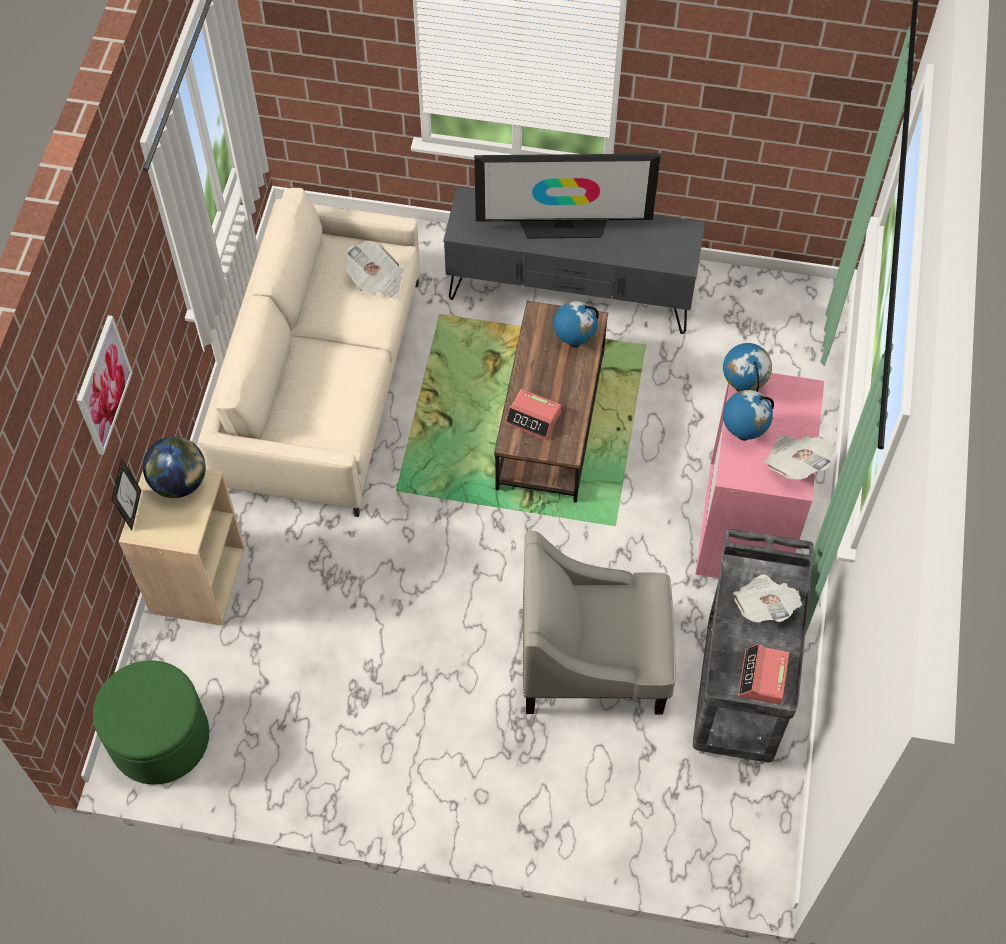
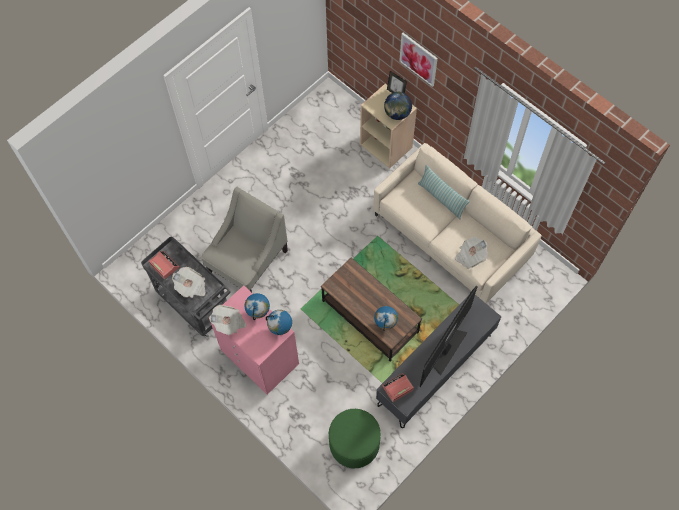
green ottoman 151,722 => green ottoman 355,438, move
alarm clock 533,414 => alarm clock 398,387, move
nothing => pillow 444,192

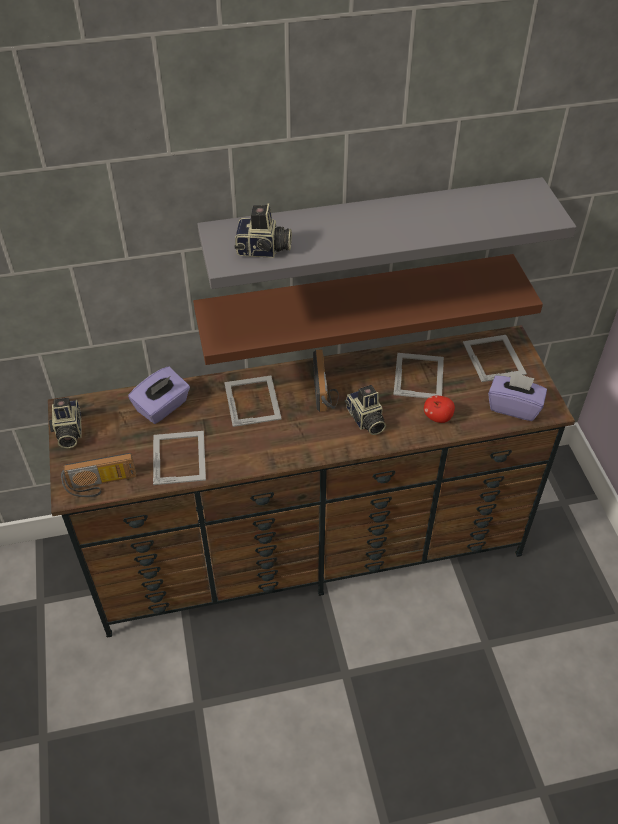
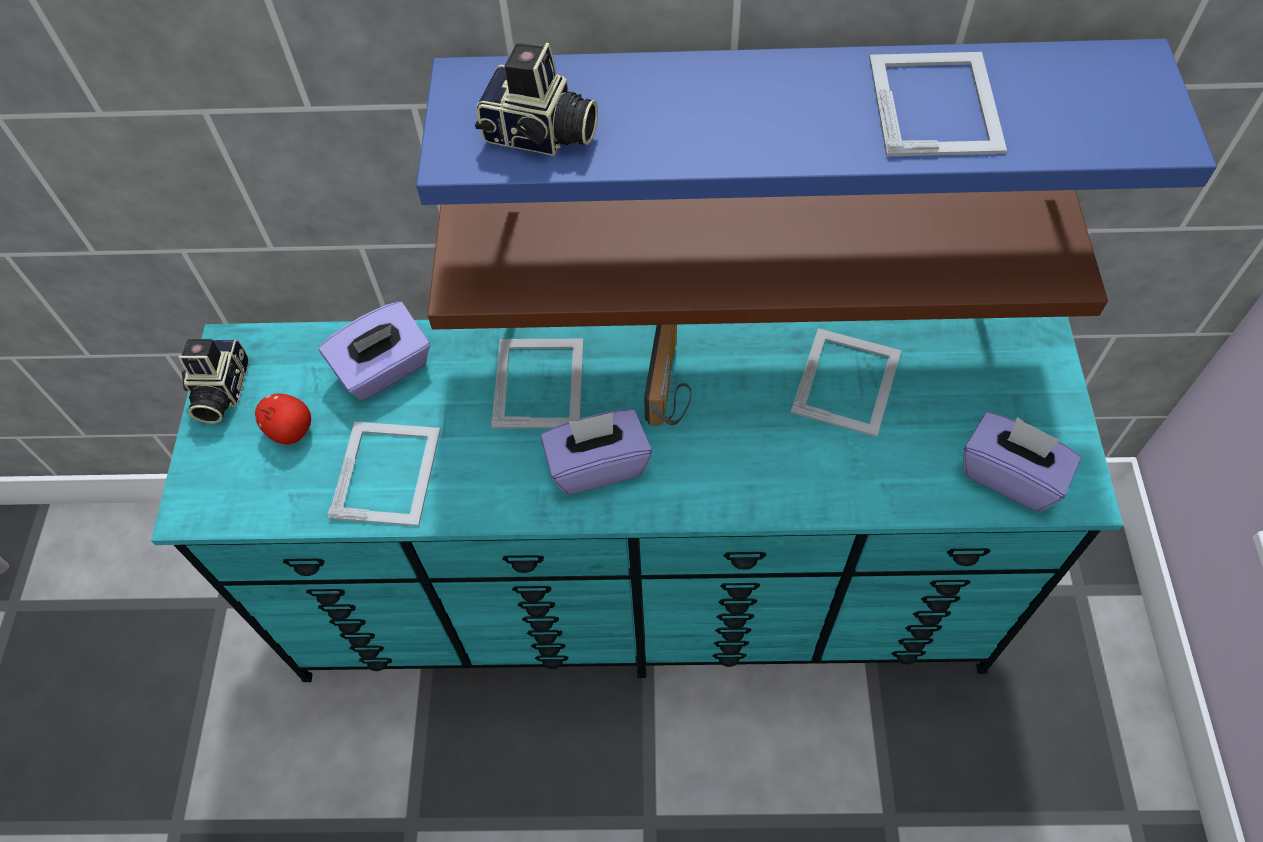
brown dresser 311,481 => turquoise dresser 637,499
radio 99,475 => nothing
grey shelf 387,233 => blue shelf 816,122
photo camera 365,410 => nothing
apple 439,409 => apple 283,419, move
picture frame 495,358 => picture frame 938,104, move
nothing => purple tissue box 596,452

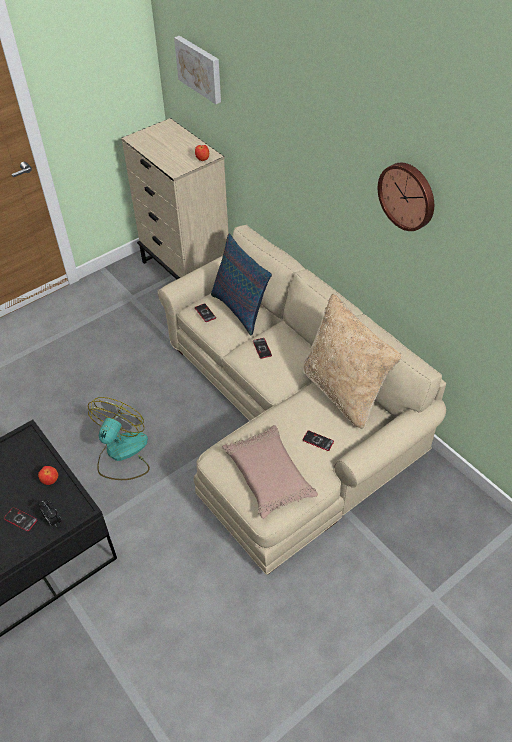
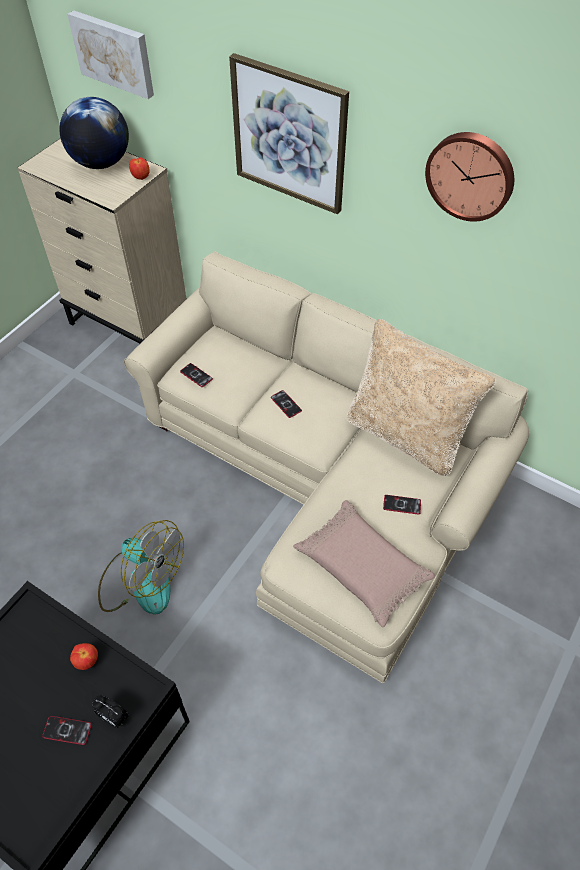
fan 119,438 => fan 141,567, 120 degrees clockwise
blue pillow 241,285 => nothing
nothing => globe 94,133
nothing => picture 289,133

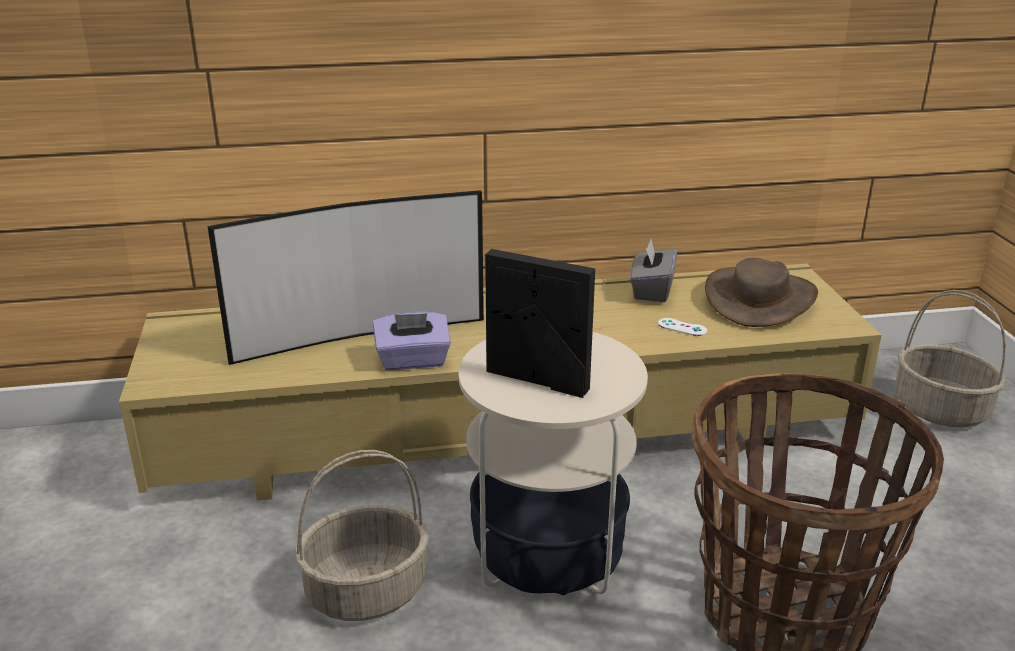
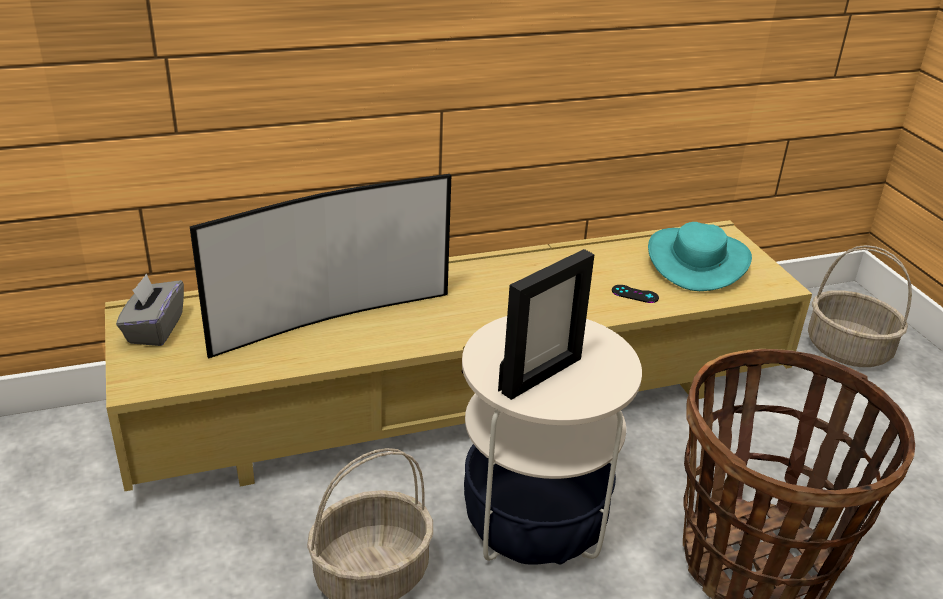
purple tissue box 412,341 => nothing
picture frame 540,323 => picture frame 546,324, 120 degrees clockwise
grey tissue box 653,270 => grey tissue box 150,310, move
white game controller 682,327 => black game controller 635,294
brown hat 761,292 => turquoise hat 700,256

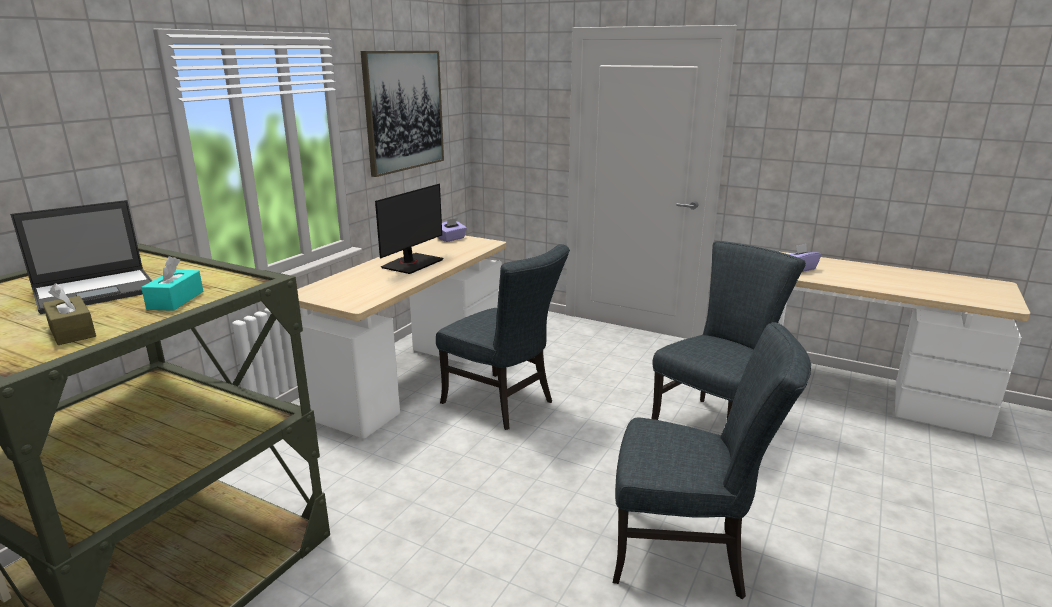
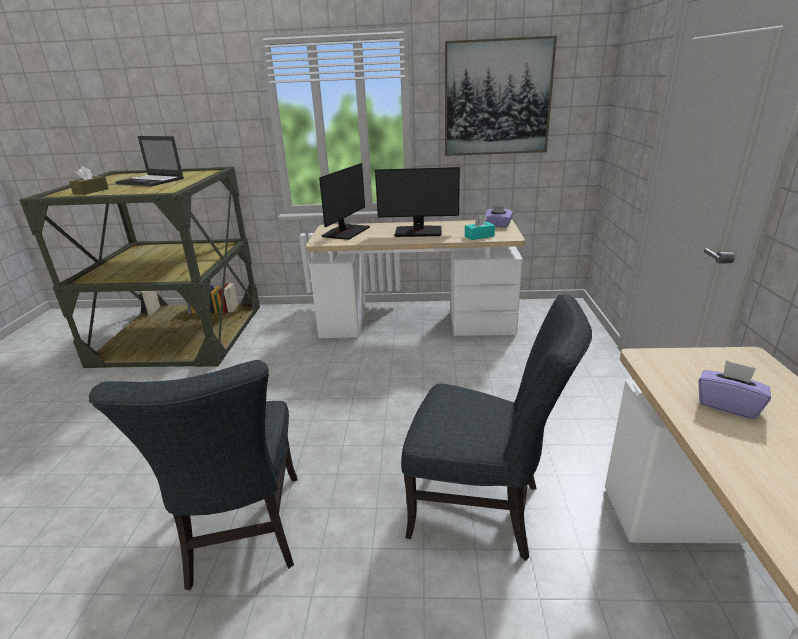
turquoise tissue box 172,283 => turquoise tissue box 480,227, move
grey chair 503,337 => nothing
nothing => monitor 344,201

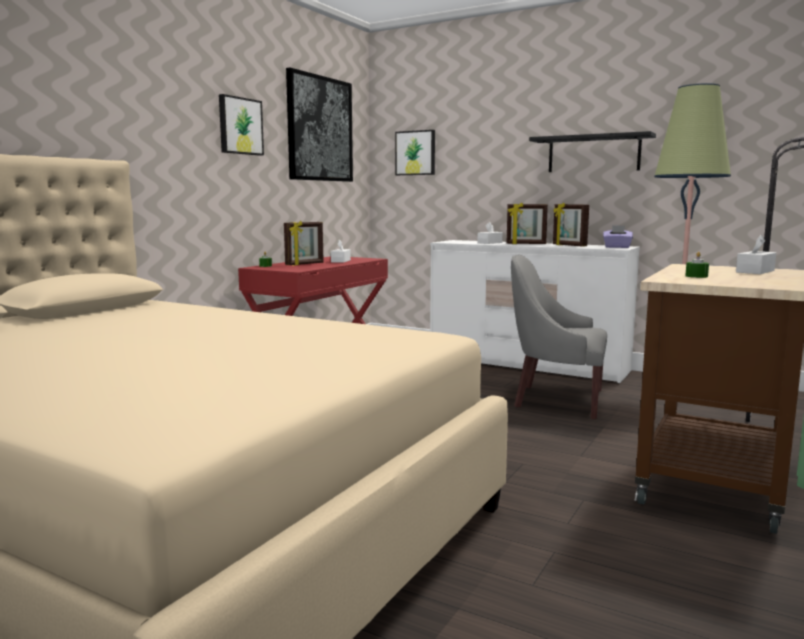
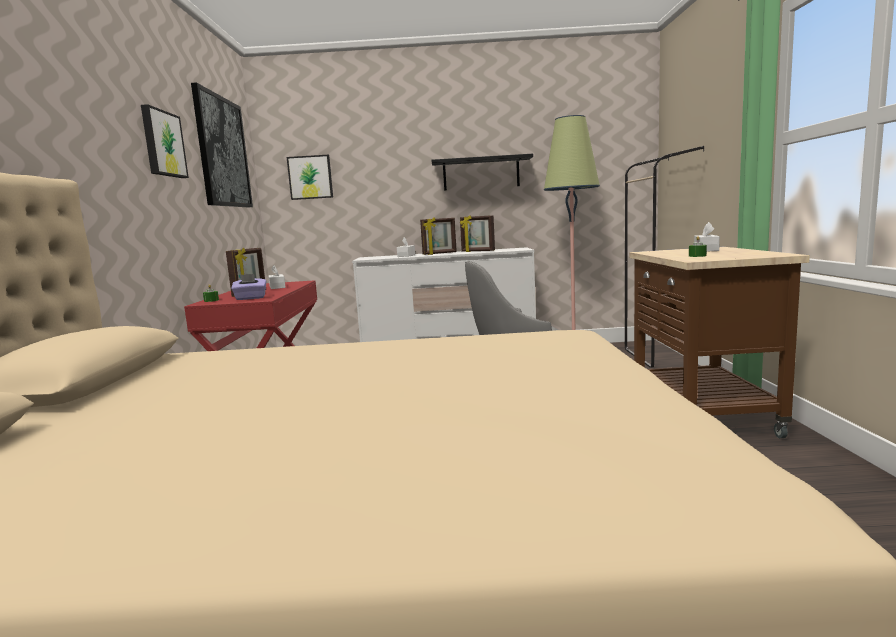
purple tissue box 618,236 => purple tissue box 248,287, move

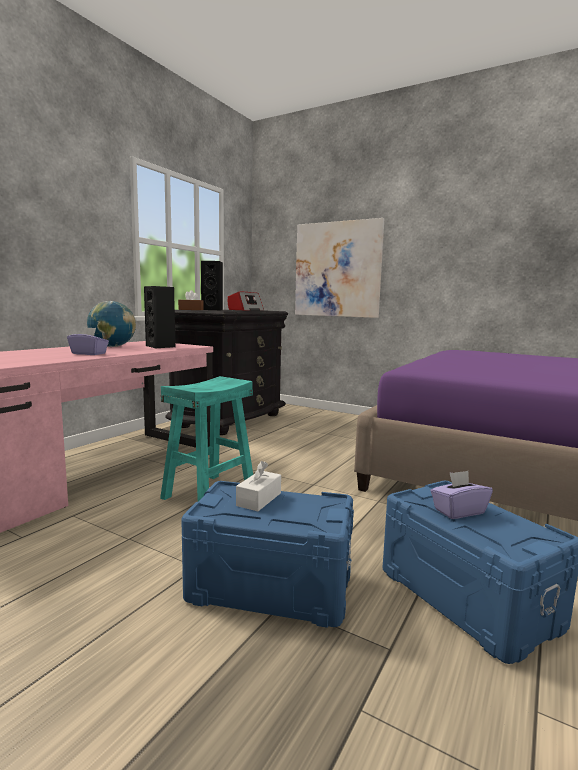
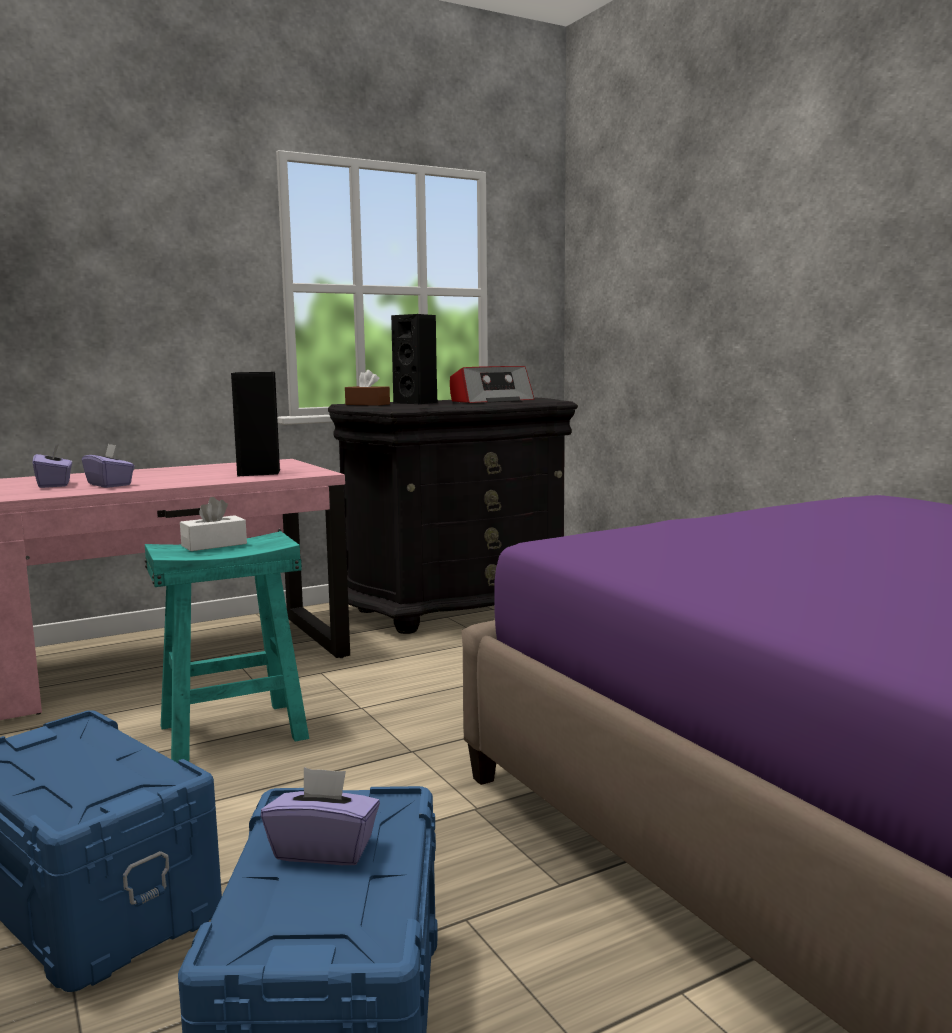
globe 111,324 => nothing
white tissue box 258,486 => white tissue box 213,524, move
picture 339,268 => nothing
nothing => purple tissue box 52,466

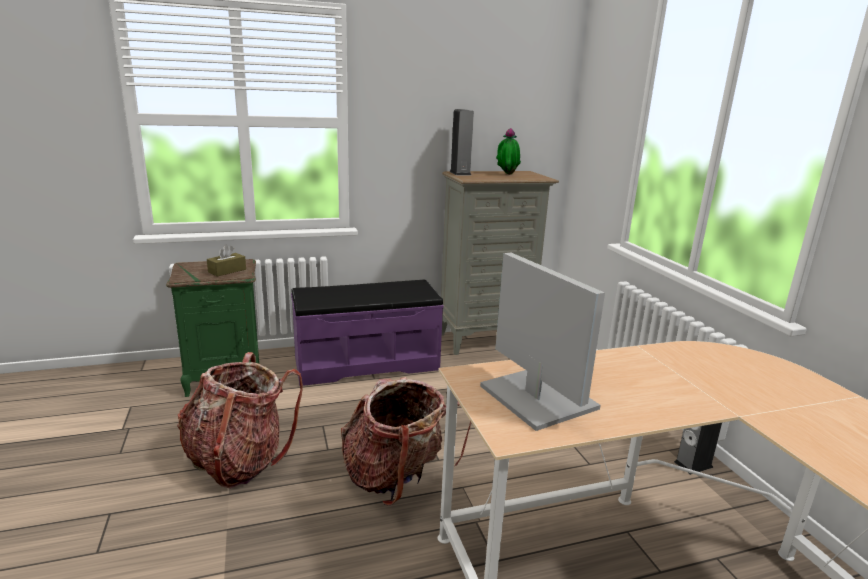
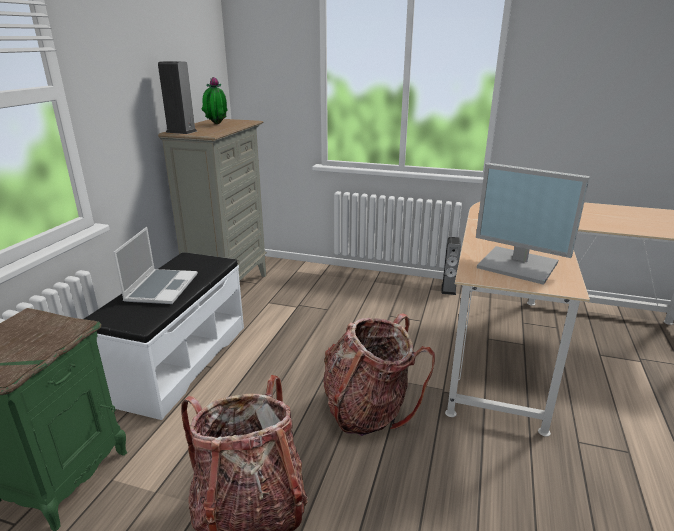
brown tissue box 226,260 => nothing
purple bench 367,333 => white bench 164,336
monitor 542,342 => monitor 533,224, 150 degrees counterclockwise
nothing => laptop 155,265

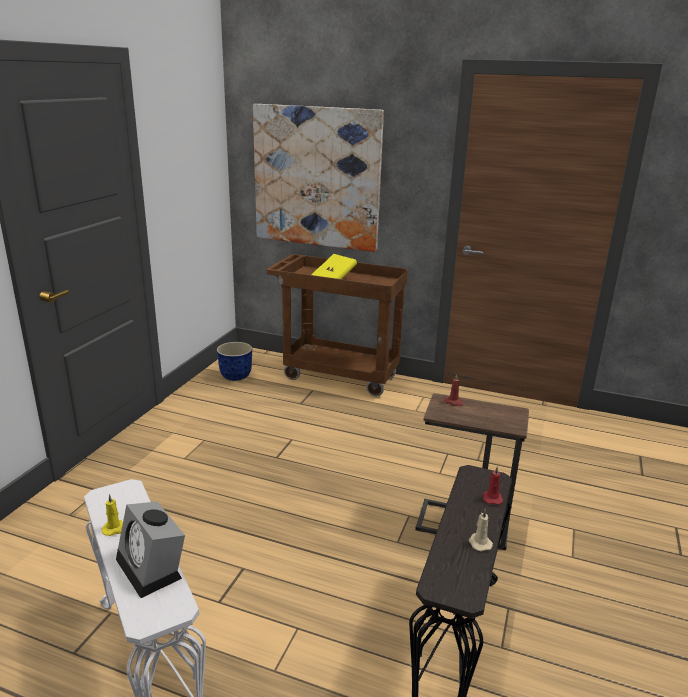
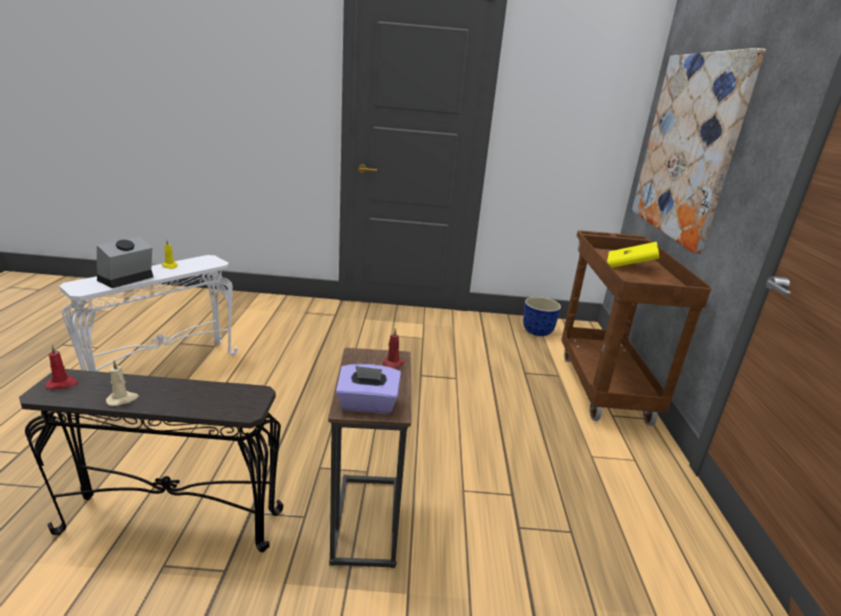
red candle 493,485 => red candle 62,367, move
nothing => purple tissue box 368,389

